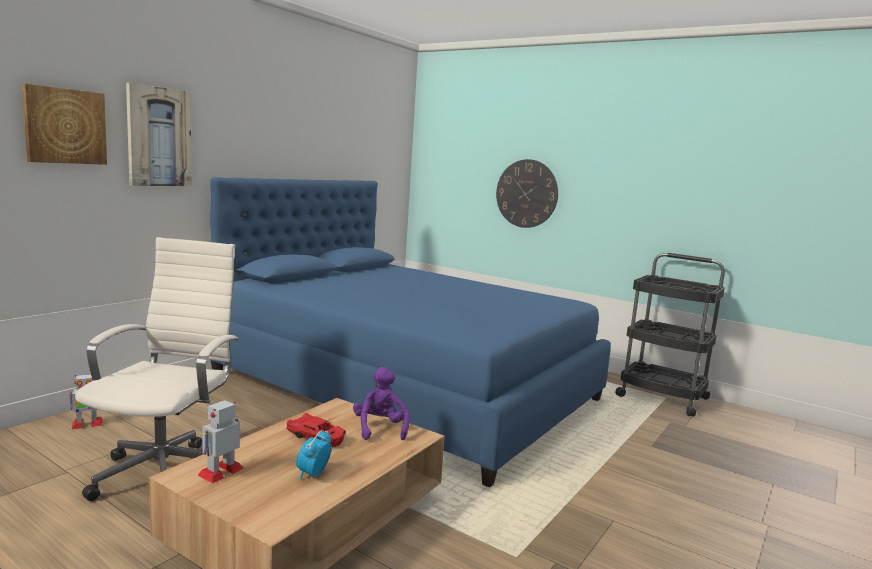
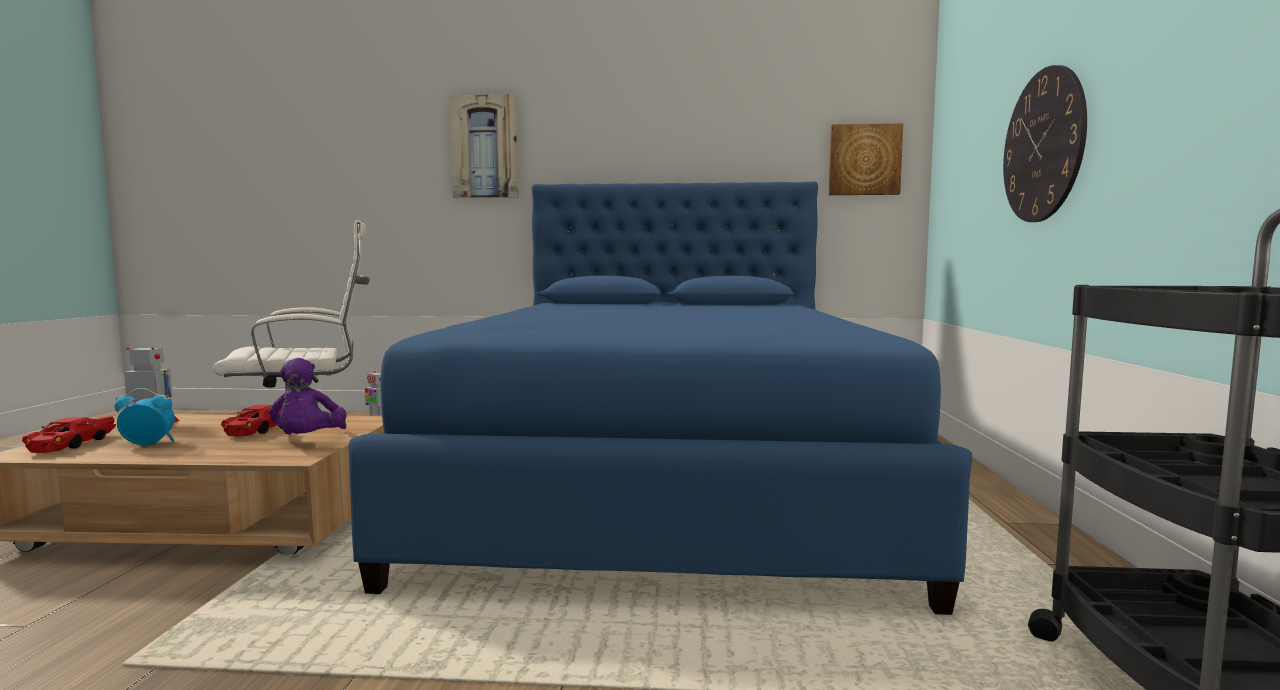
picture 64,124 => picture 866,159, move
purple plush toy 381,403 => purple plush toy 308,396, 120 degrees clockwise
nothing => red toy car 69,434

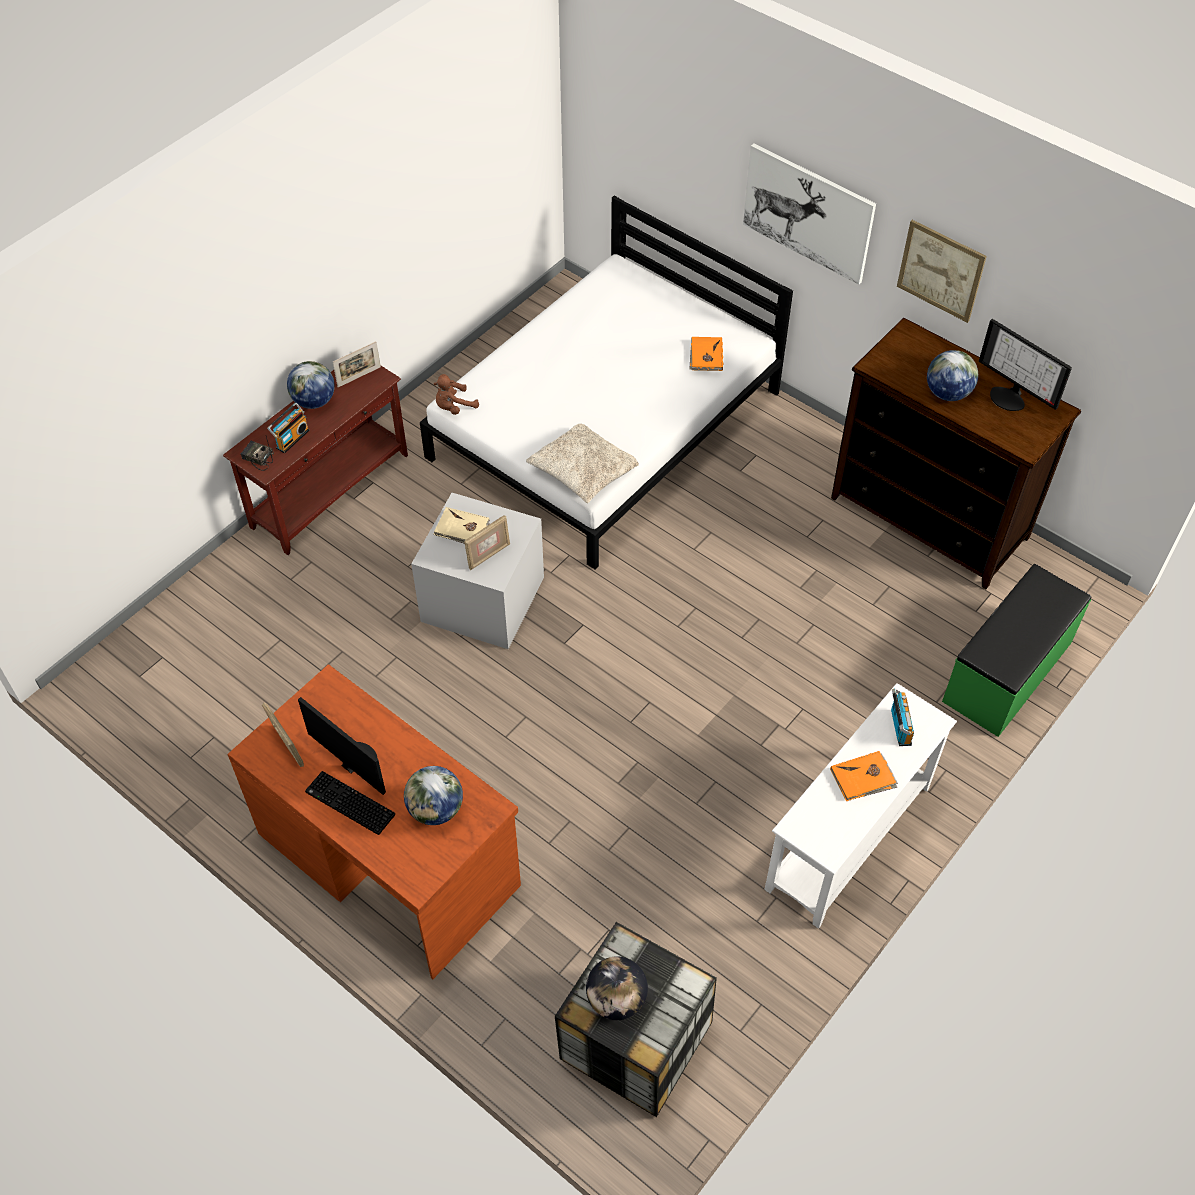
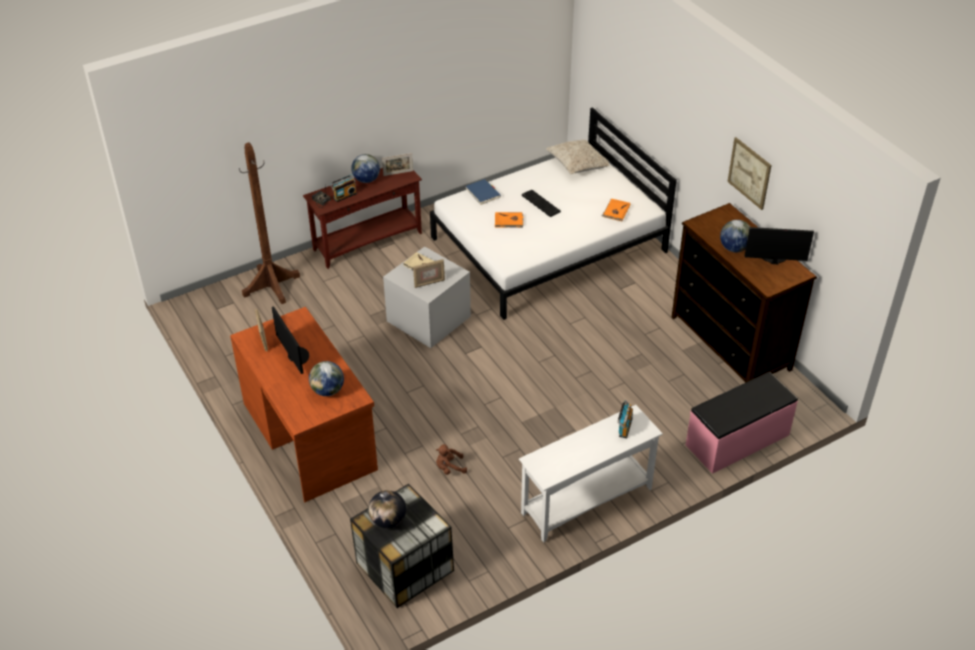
keyboard 350,803 => keyboard 541,203, move
brown plush toy 456,394 => brown plush toy 451,459, move
beige pillow 582,463 => beige pillow 577,157, move
picture 809,214 => nothing
orange book 864,776 => orange book 509,220, move
green bench 1017,650 => pink bench 742,423
monitor 1025,365 => monitor 779,245, 120 degrees clockwise
nothing => brown clothes rack 269,223
nothing => blue book 483,192

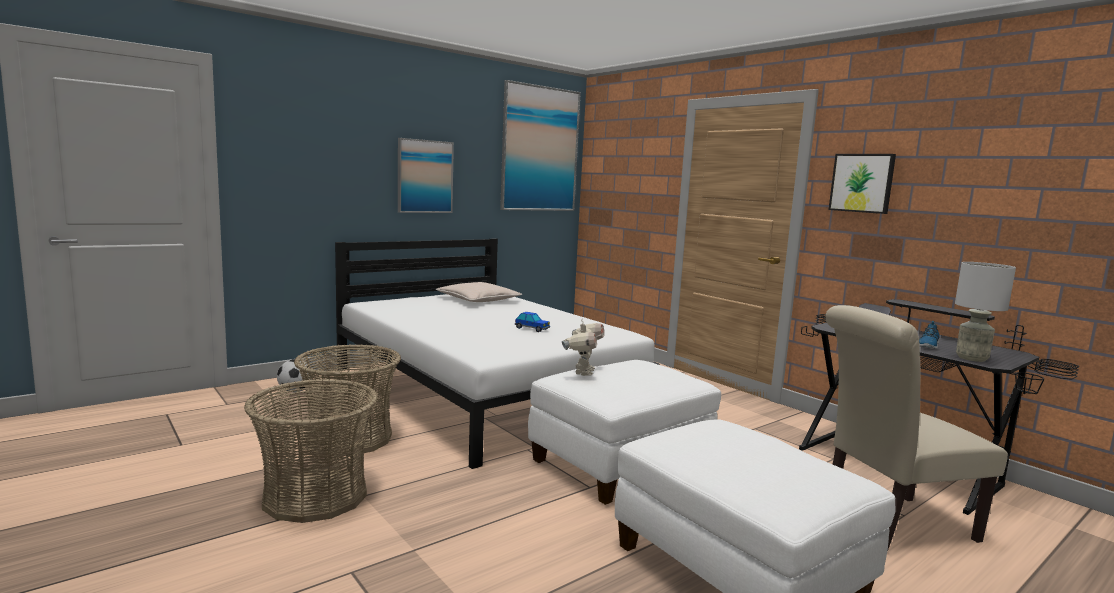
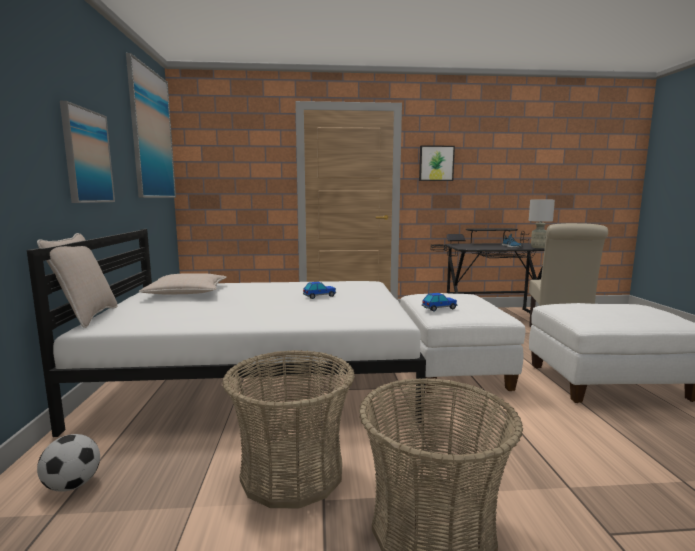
toy robot 583,347 => toy car 439,302
nothing => beige pillow 77,280

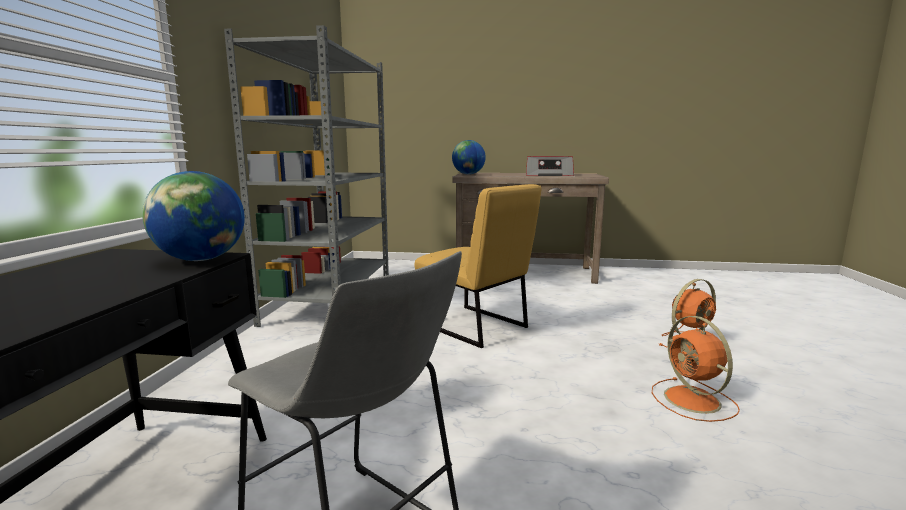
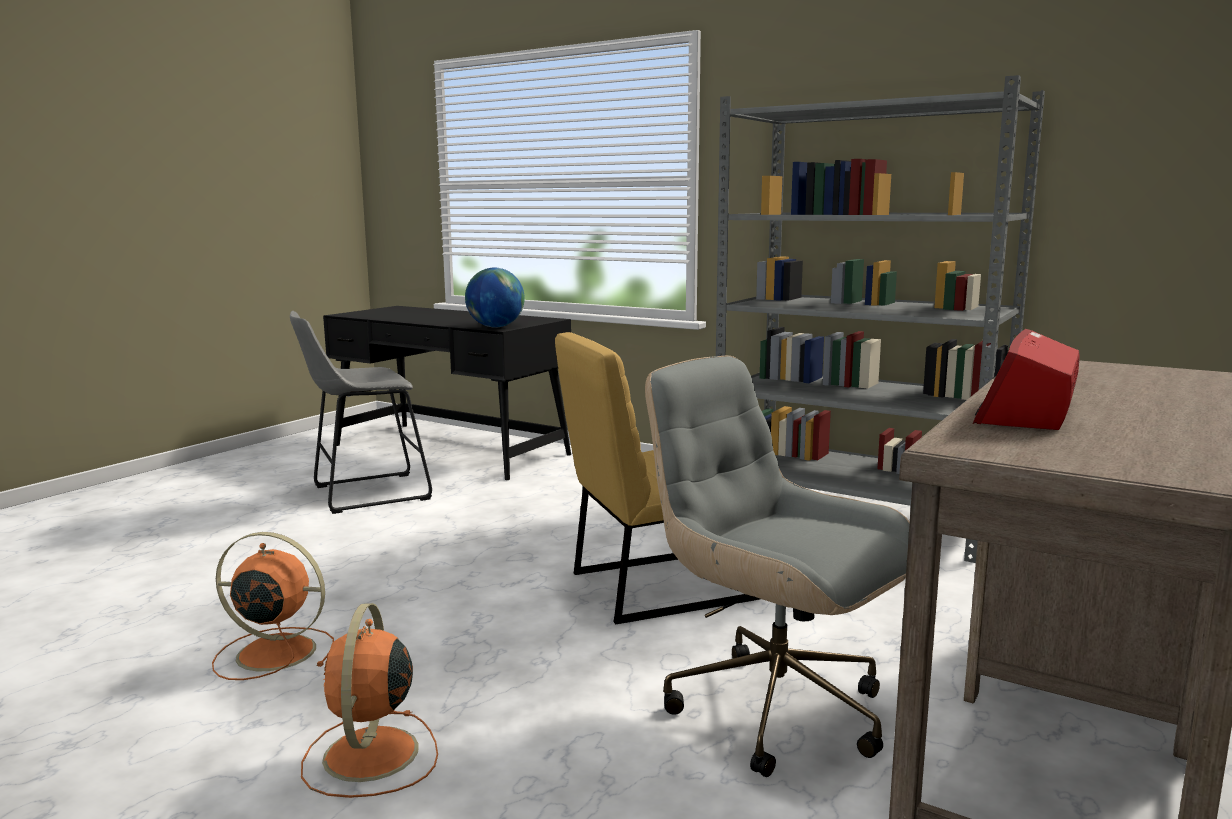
globe 469,157 => nothing
nothing => grey office chair 777,566

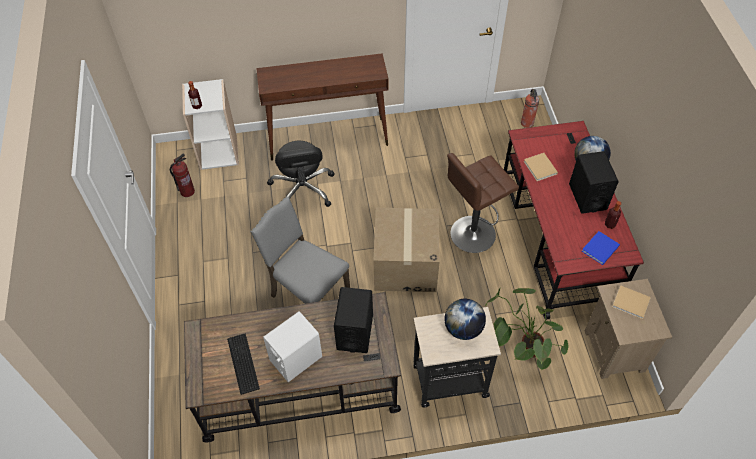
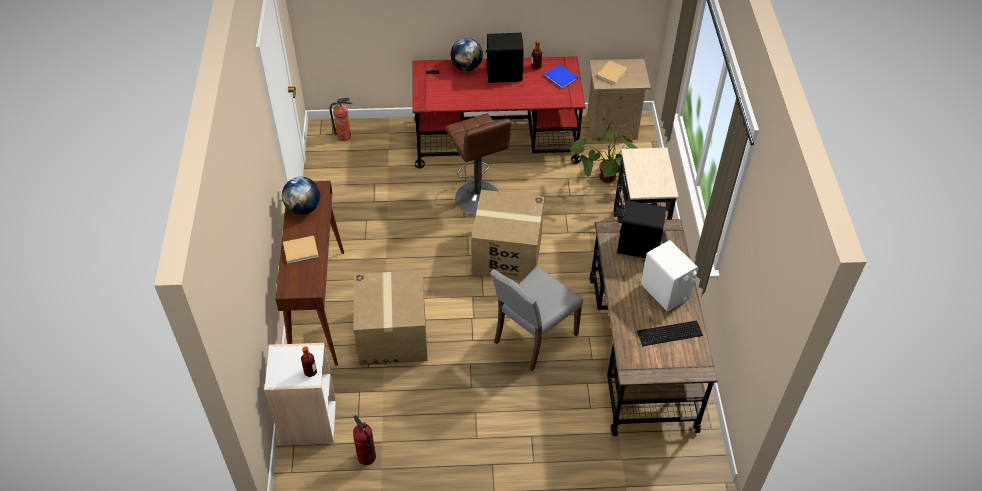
black office chair 301,174 => cardboard box 390,318
globe 465,319 => globe 301,196, move
beige book 541,167 => beige book 301,250, move

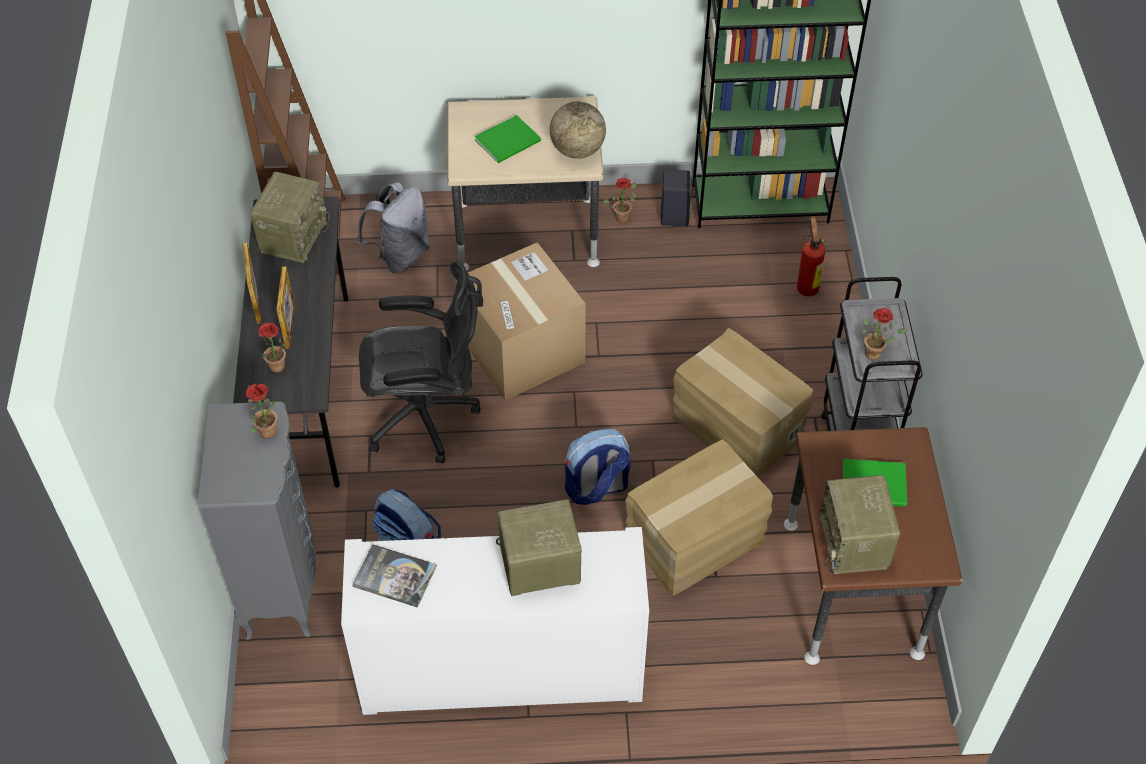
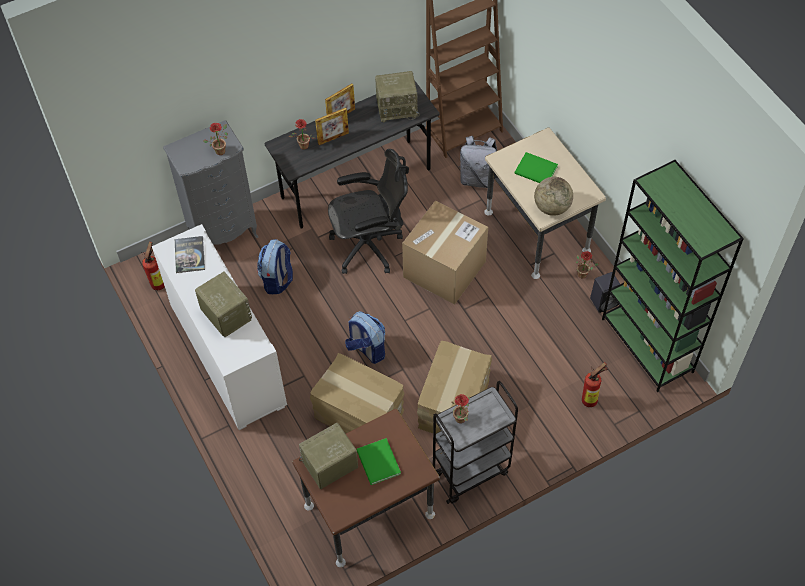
office chair 421,362 => office chair 368,211, 75 degrees counterclockwise
nothing => fire extinguisher 153,266

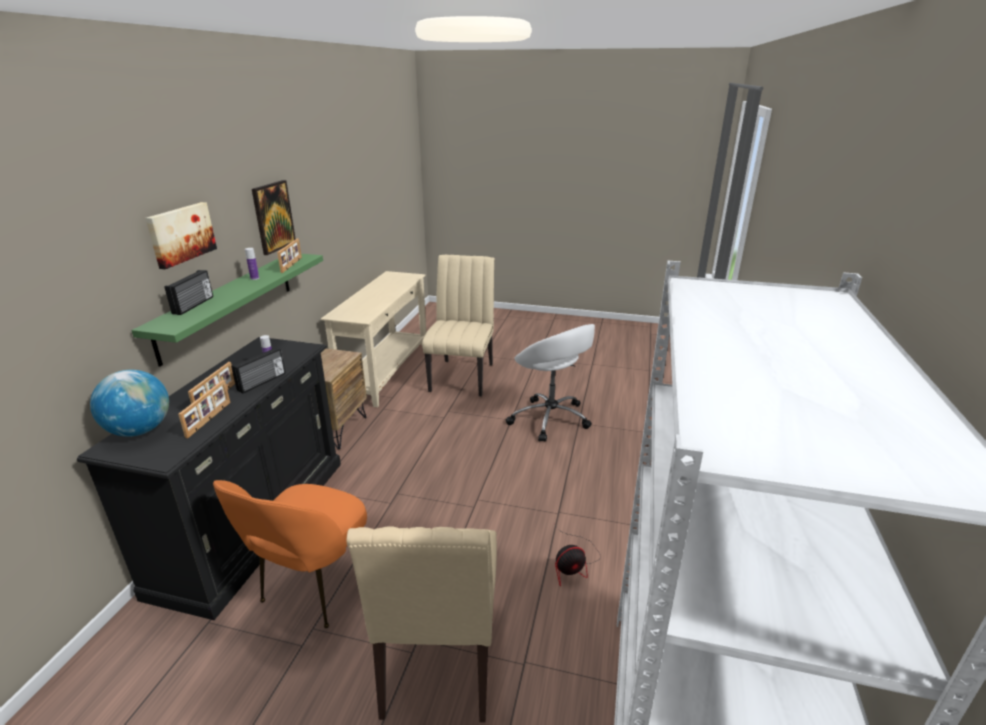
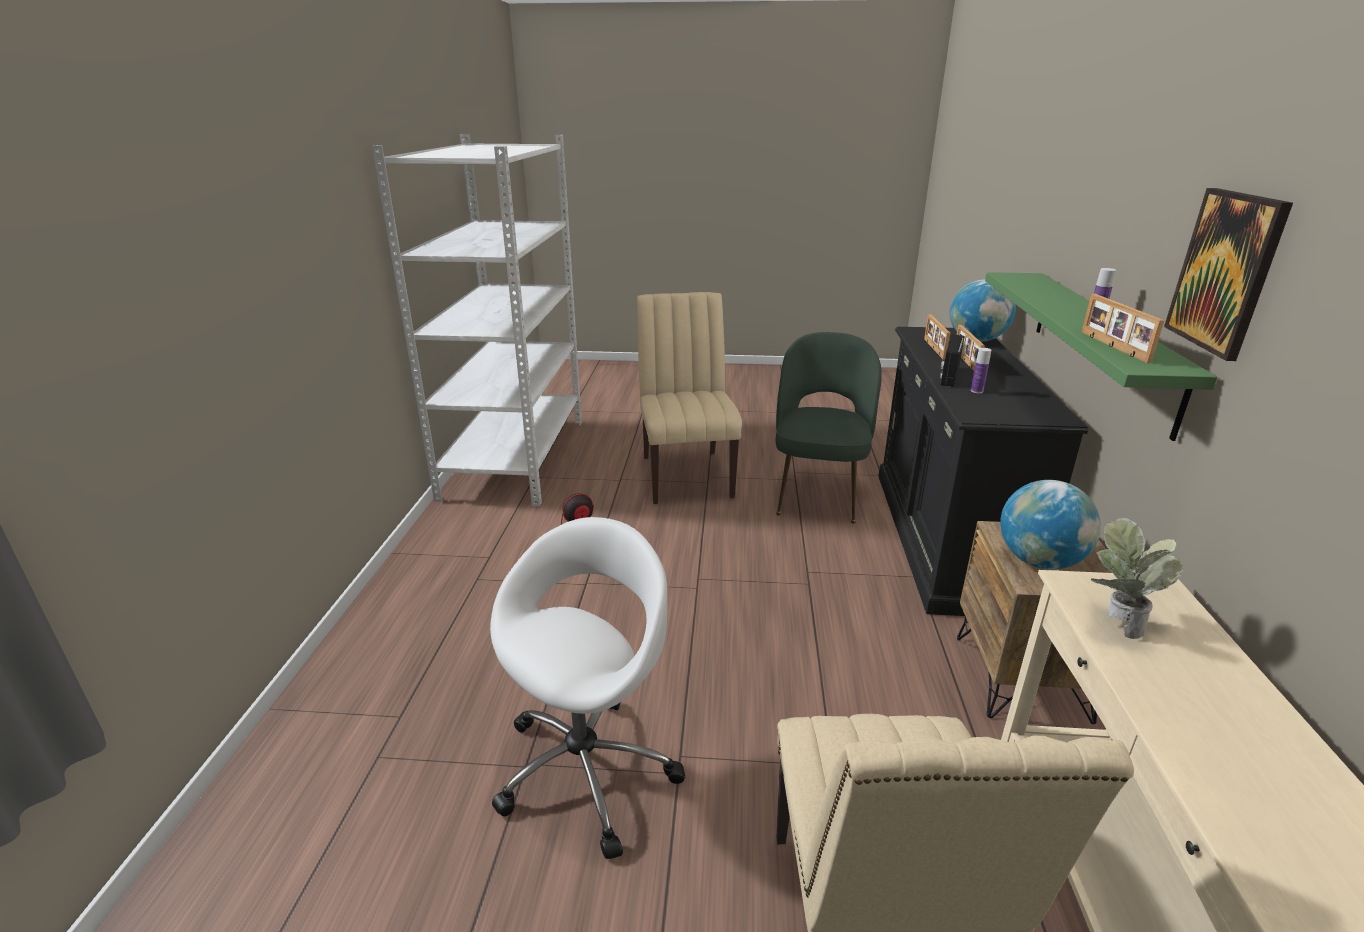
picture 181,235 => nothing
radio 189,292 => nothing
orange chair 290,554 => green chair 829,428
white office chair 550,383 => white office chair 587,688, 90 degrees clockwise
nothing => globe 1050,525
nothing => potted plant 1137,578

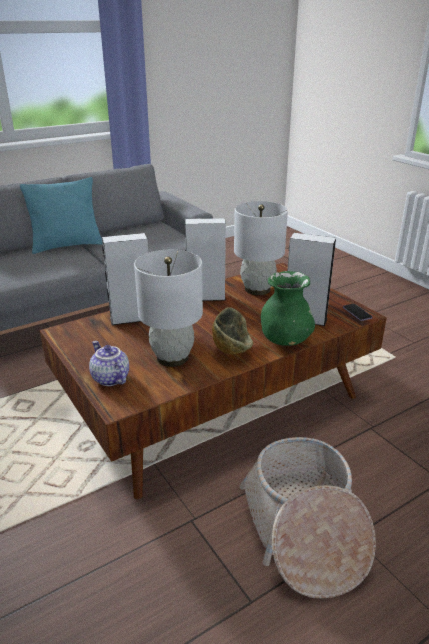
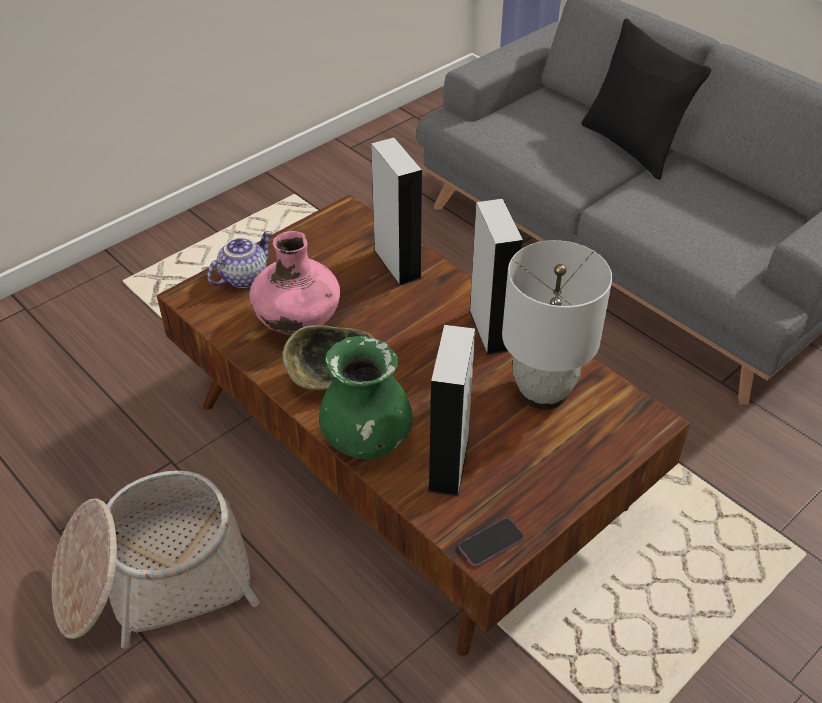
turquoise pillow 61,215 => black pillow 646,99
white table lamp 168,308 => pink vase 294,283

